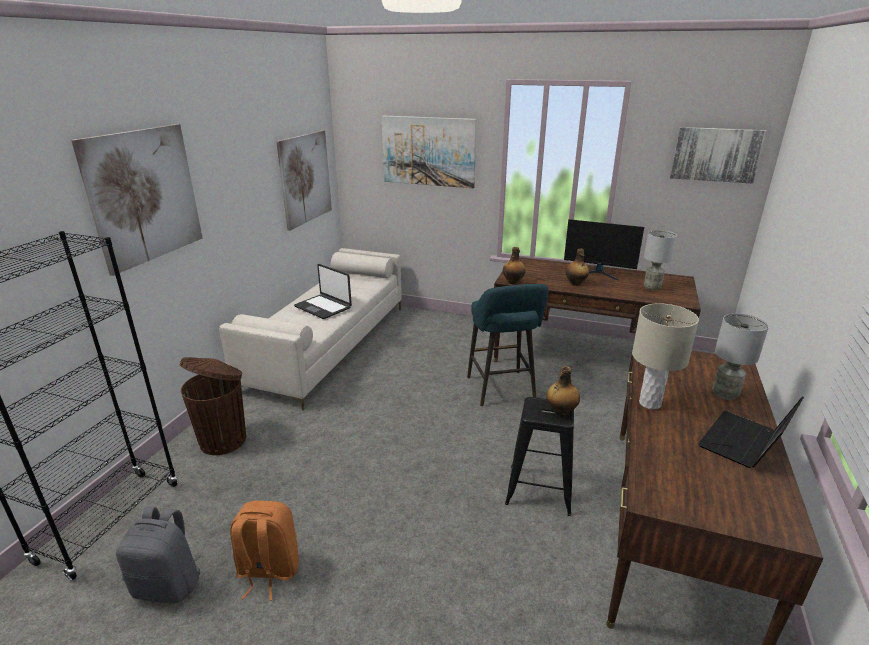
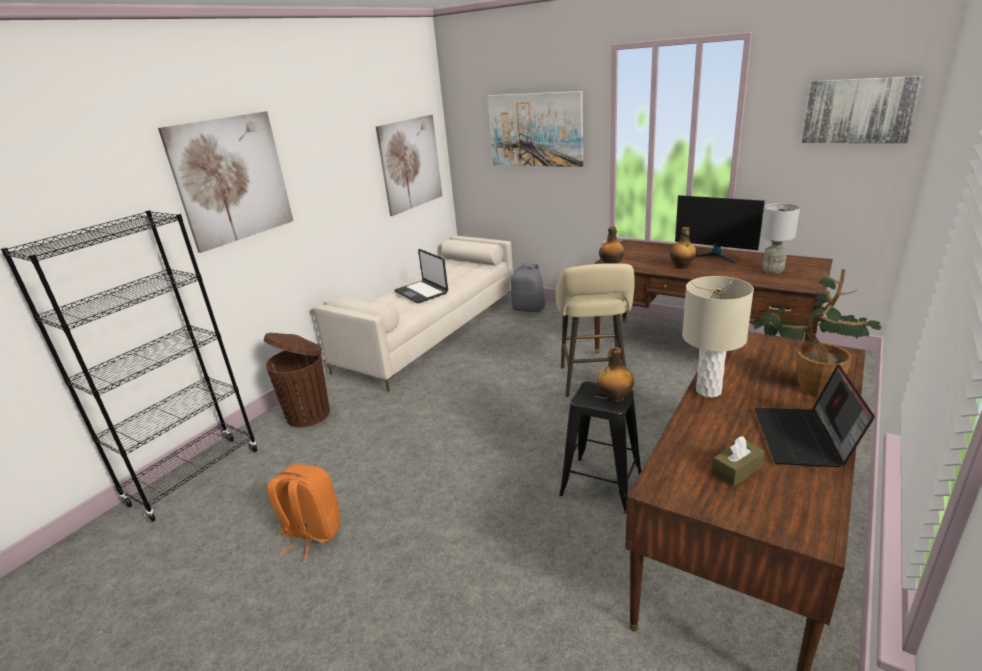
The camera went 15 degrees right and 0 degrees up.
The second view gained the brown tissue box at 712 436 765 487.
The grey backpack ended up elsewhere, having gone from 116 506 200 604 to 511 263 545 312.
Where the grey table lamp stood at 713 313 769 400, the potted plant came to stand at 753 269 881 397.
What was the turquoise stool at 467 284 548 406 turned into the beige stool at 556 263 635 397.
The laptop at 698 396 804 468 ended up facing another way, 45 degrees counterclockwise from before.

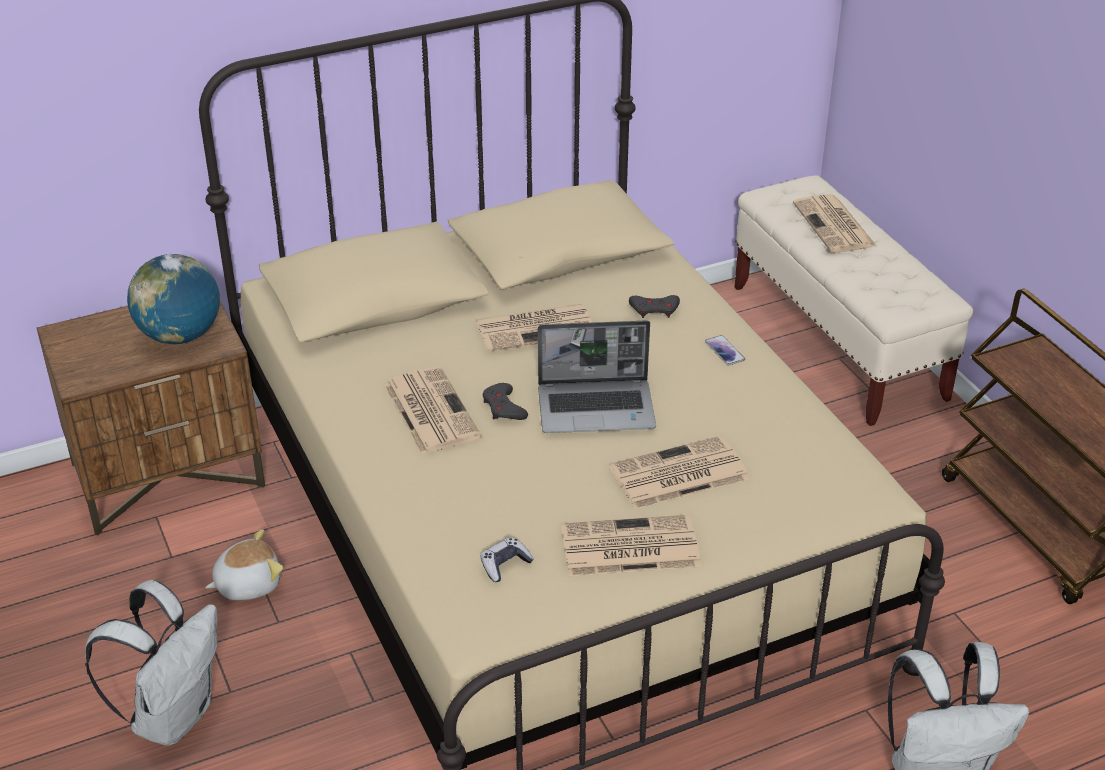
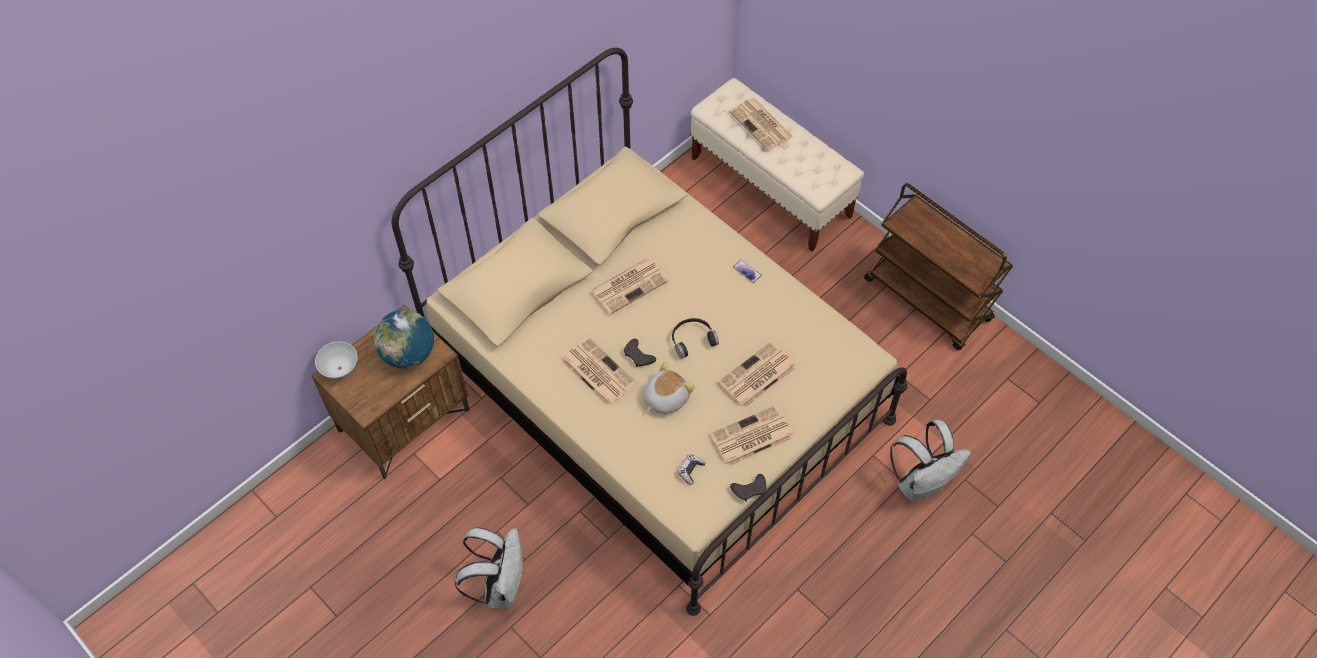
The camera went 20 degrees left and 20 degrees up.
The second view gained the white bowl at 315 342 357 379.
The plush toy ended up elsewhere, having gone from 205 529 283 600 to 644 362 695 414.
The grey game controller ended up elsewhere, having gone from 629 295 680 318 to 730 474 766 502.
Where the laptop stood at 538 320 656 433, the black headphones came to stand at 672 318 719 359.

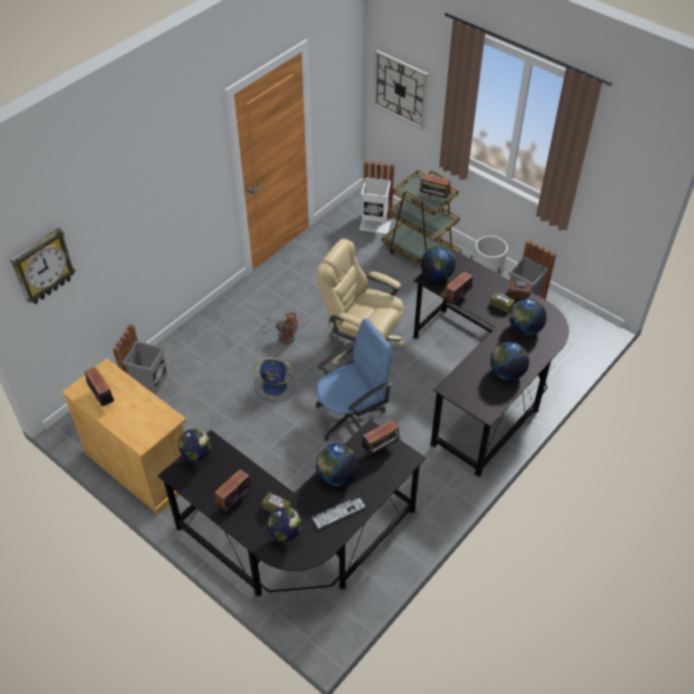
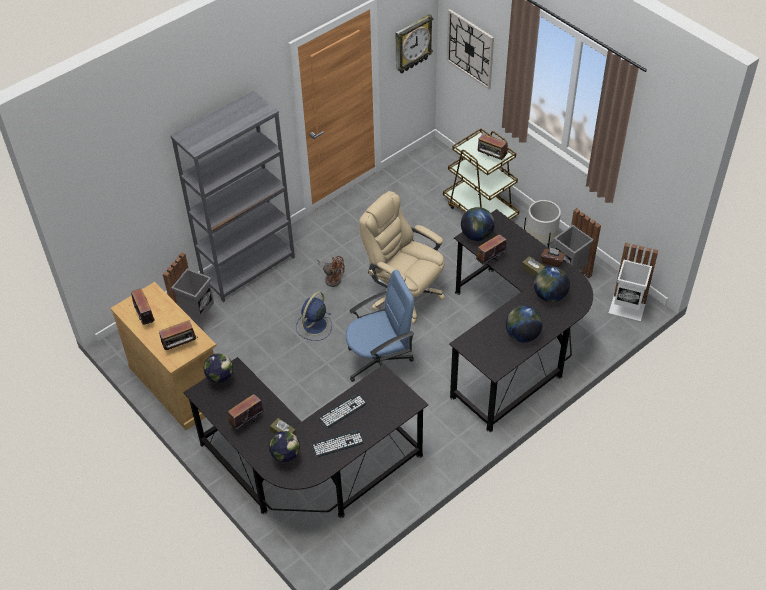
The camera went 10 degrees right and 0 degrees up.
The second view gained the grey bookcase at 170 91 295 302.
The wall clock ended up elsewhere, having gone from 10 228 76 304 to 396 14 434 74.
The white trash can ended up elsewhere, having gone from 359 160 394 234 to 609 242 658 321.
The radio ended up elsewhere, having gone from 362 419 401 455 to 159 320 198 350.
Where the globe stood at 316 444 358 486, the keyboard came to stand at 318 394 367 428.
The blue fan at 253 357 295 402 ended up facing another way, 105 degrees clockwise from before.

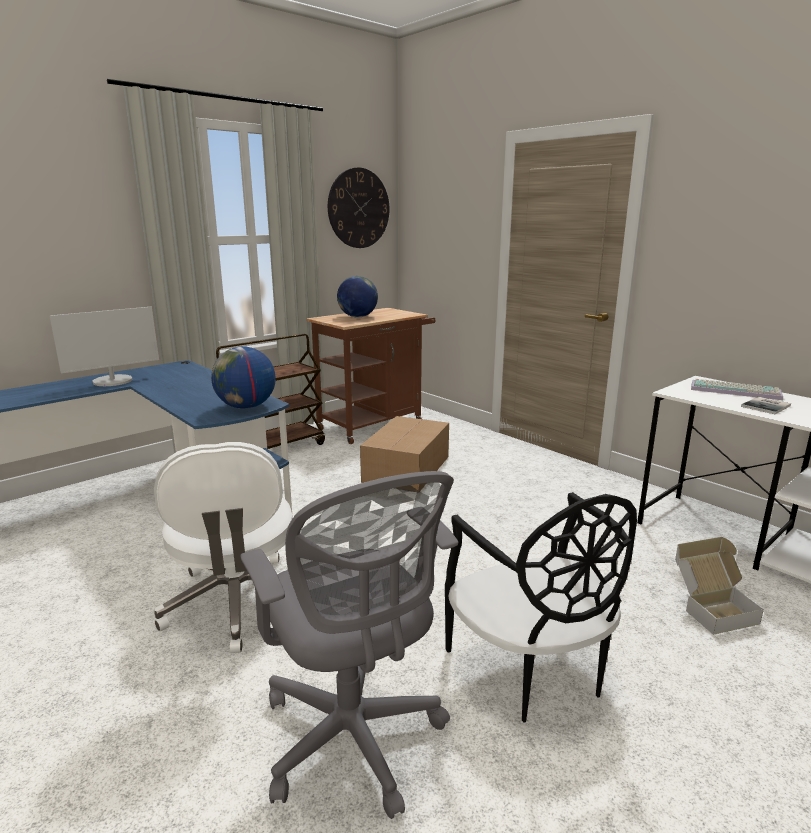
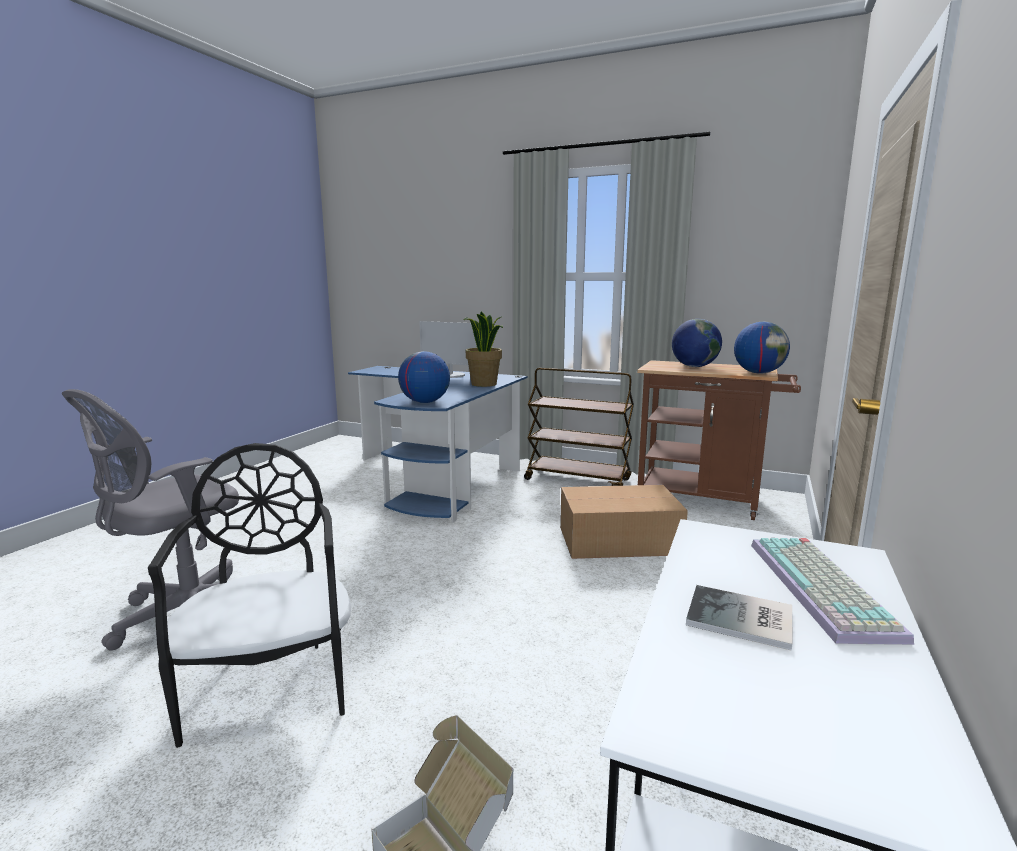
The camera went 65 degrees right and 5 degrees down.
The second view lost the white office chair at 154 442 293 653.
The second view lost the wall clock at 328 167 389 248.
The second view gained the potted plant at 463 311 503 387.
The second view gained the globe at 734 322 790 374.
The black chair at 445 492 637 723 ended up facing another way, 120 degrees clockwise from before.

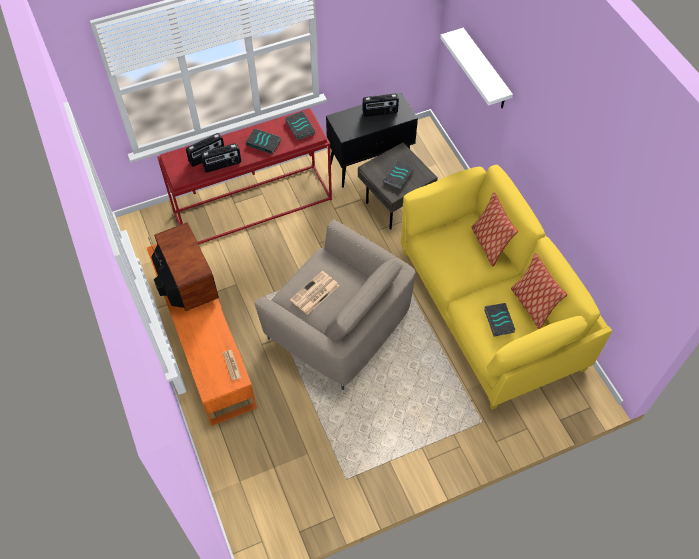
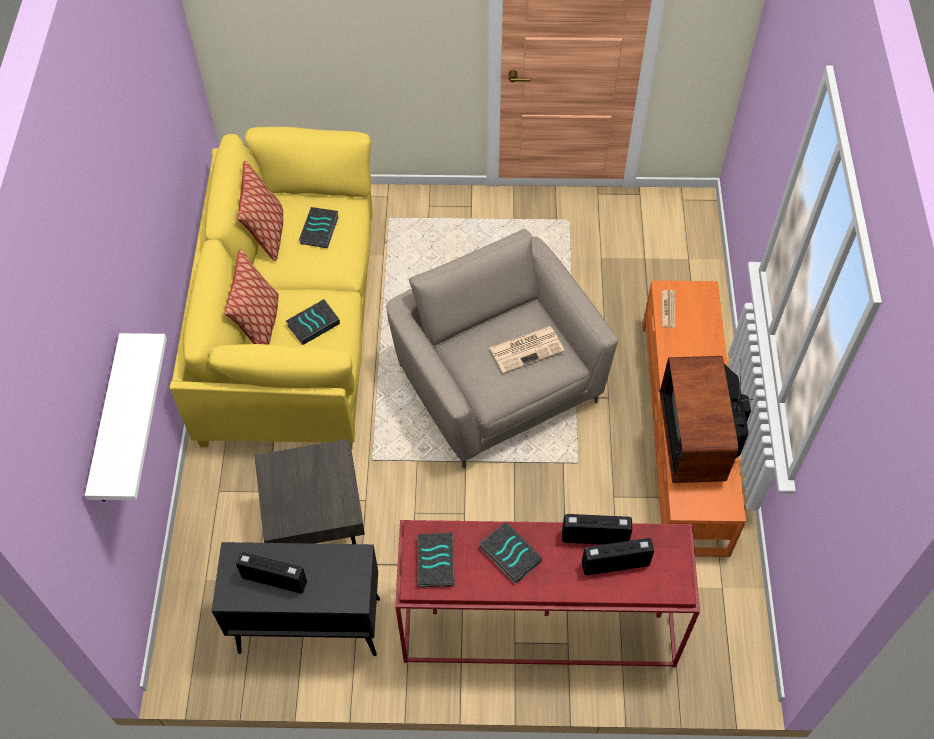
The camera went 155 degrees left and 0 degrees up.
The book ended up elsewhere, having gone from 384 160 414 190 to 286 299 340 345.

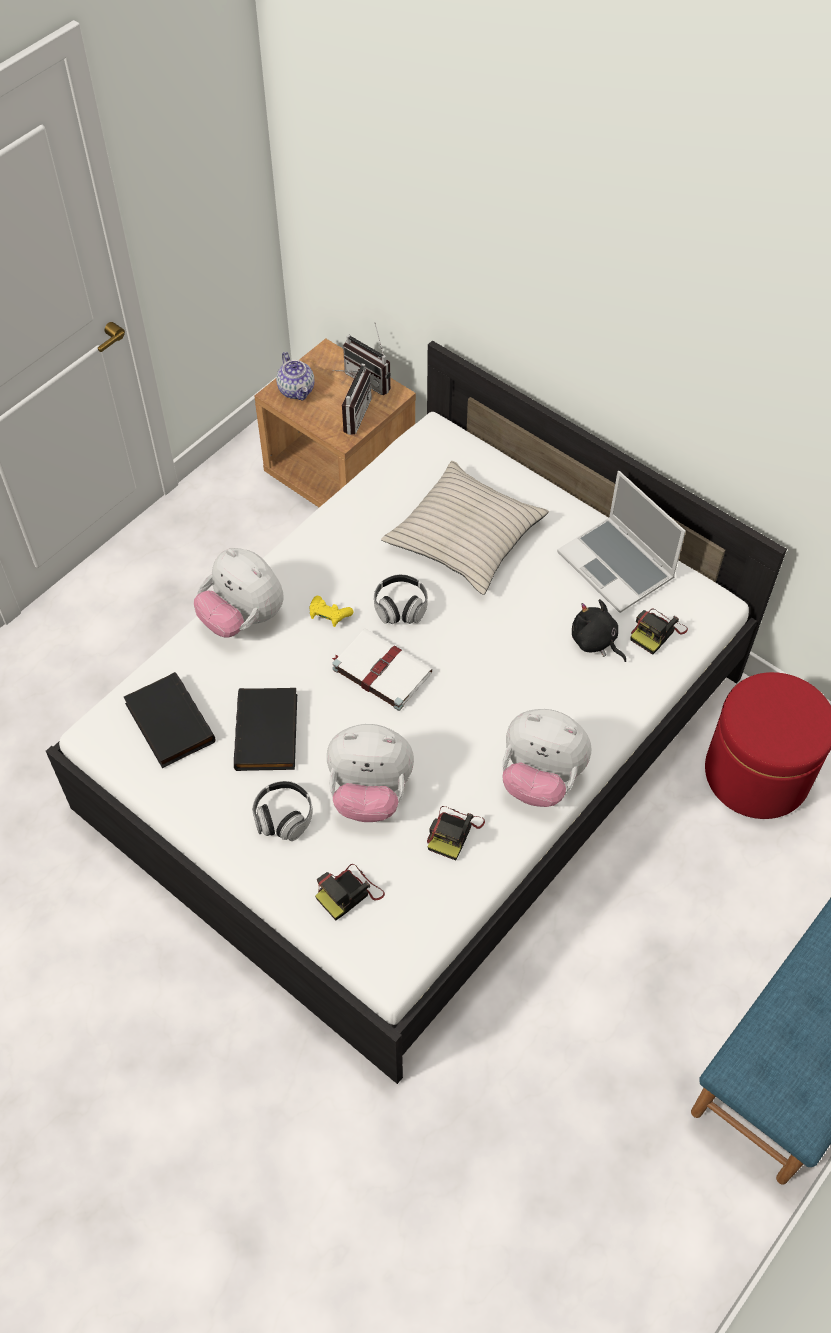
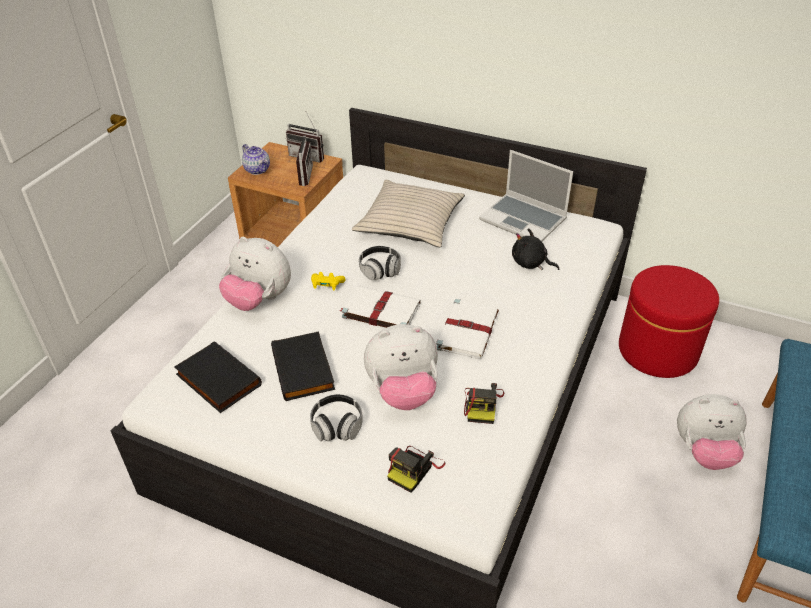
The camera went 15 degrees left and 15 degrees down.
The second view lost the photo camera at 631 608 688 655.
The second view gained the white book at 436 299 499 359.
The plush toy ended up elsewhere, having gone from 502 709 591 807 to 677 394 747 470.

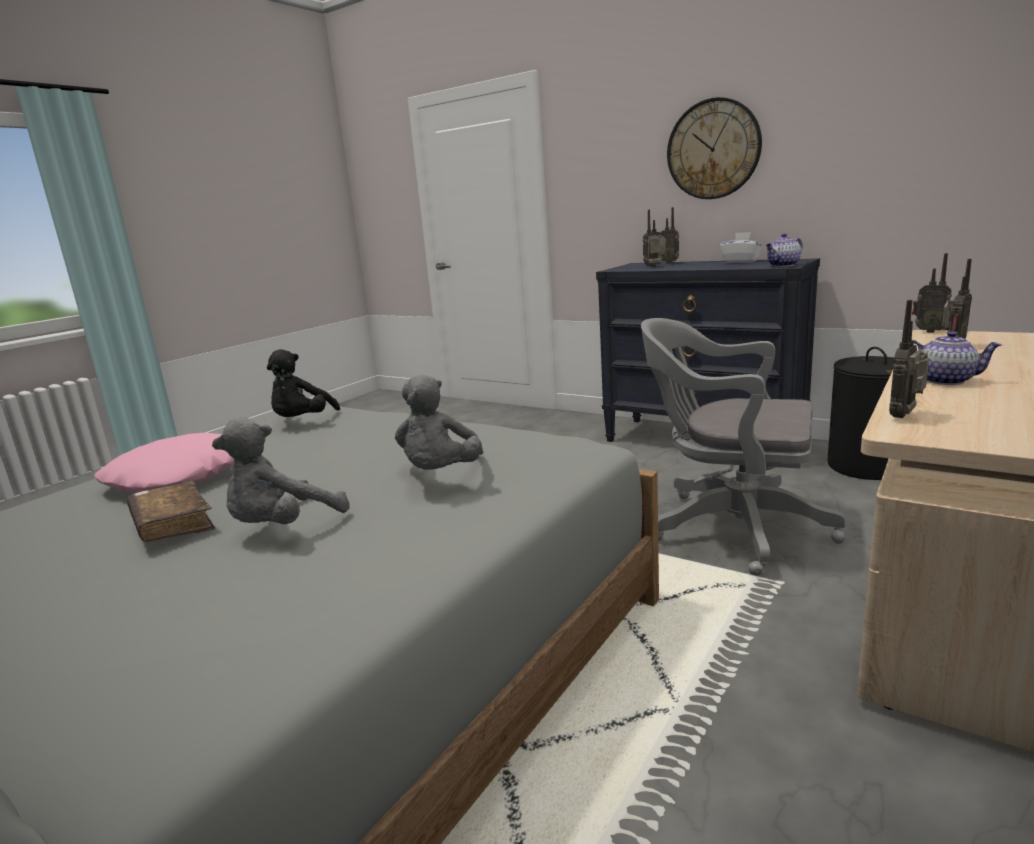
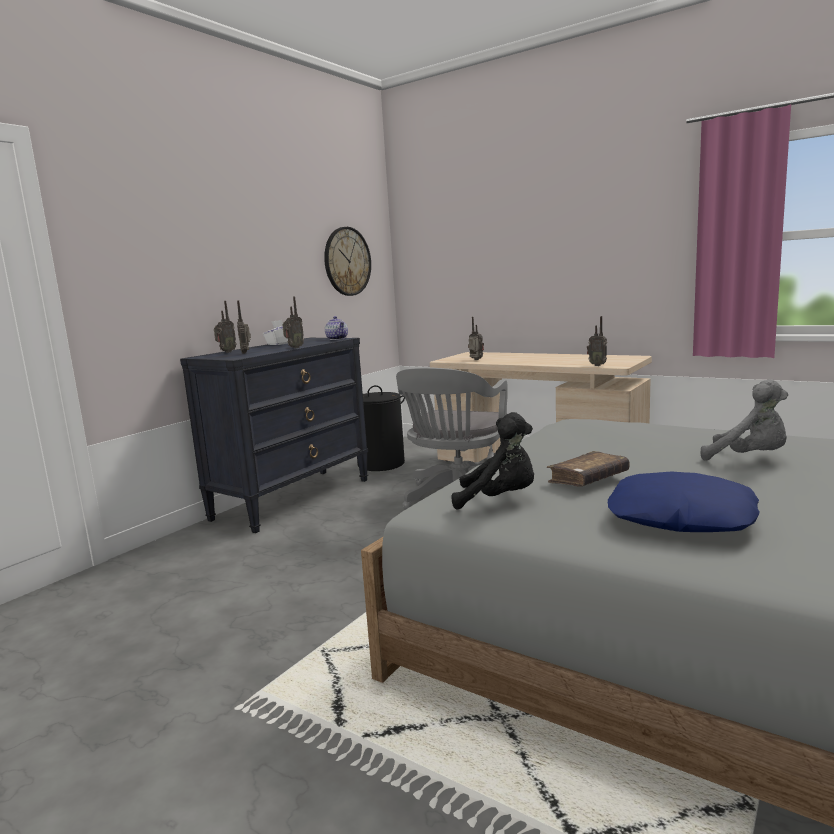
The camera went 90 degrees left and 5 degrees down.
The second view lost the grey plush toy at 395 374 483 470.
The second view lost the teapot at 914 331 1002 385.
The brown book ended up elsewhere, having gone from 127 481 215 542 to 547 451 630 487.
The wall clock ended up elsewhere, having gone from 667 97 762 199 to 324 227 371 296.
The radio ended up elsewhere, having gone from 912 253 952 333 to 282 296 304 348.
What was the pink pillow at 94 433 235 493 turned into the blue pillow at 608 471 760 532.

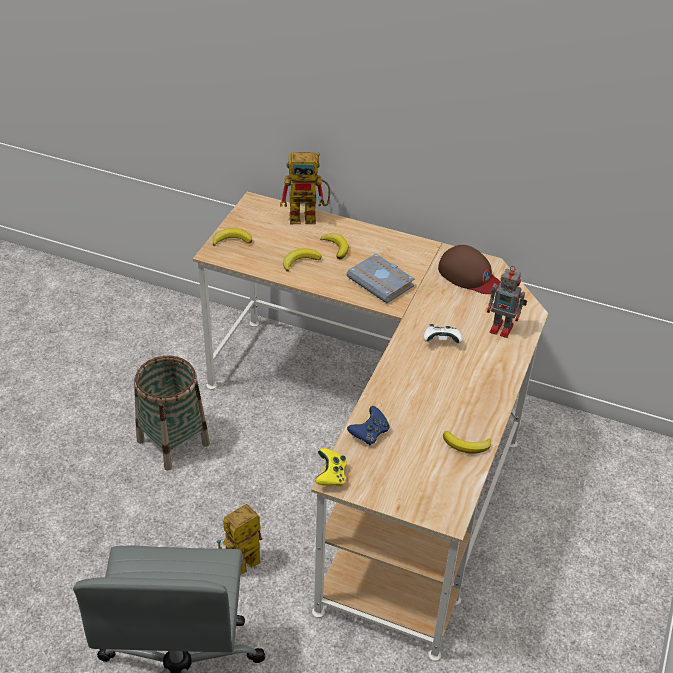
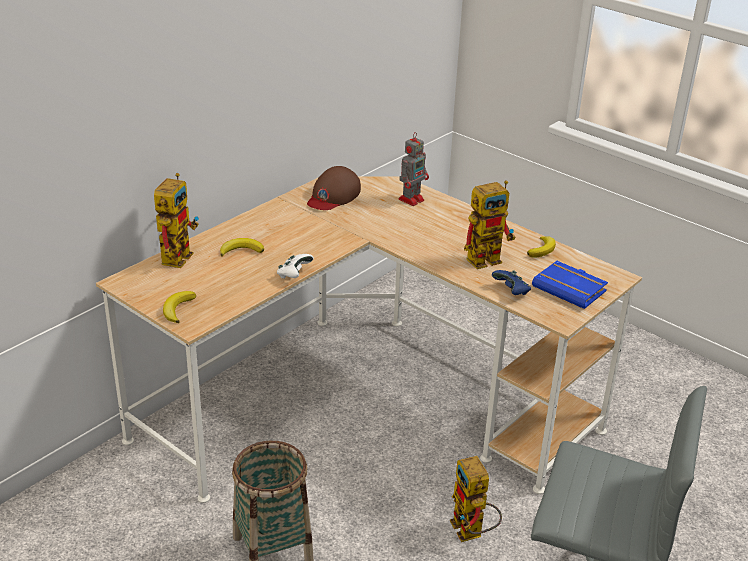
The camera went 70 degrees left and 10 degrees down.
The second view lost the banana at 283 248 322 272.
The second view lost the yellow game controller at 315 448 347 487.
The second view lost the grey book at 346 253 415 303.
The second view gained the toy robot at 464 180 515 269.
The second view gained the blue book at 532 261 608 309.
The white game controller ended up elsewhere, having gone from 423 324 462 344 to 277 254 314 279.
The brown cap at 438 245 501 294 ended up facing another way, 150 degrees clockwise from before.

